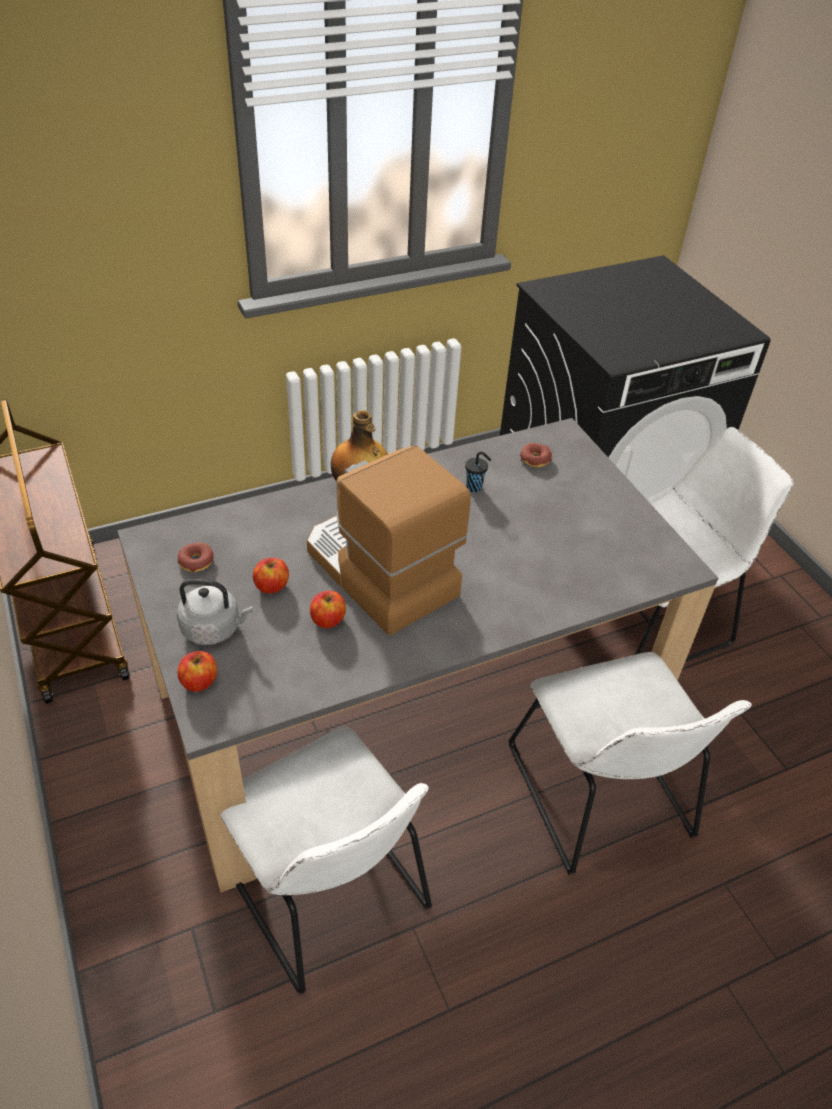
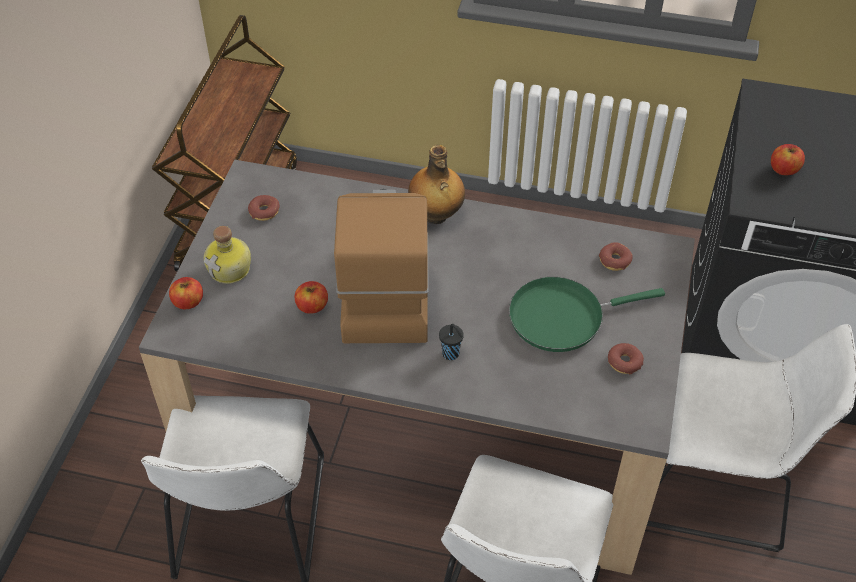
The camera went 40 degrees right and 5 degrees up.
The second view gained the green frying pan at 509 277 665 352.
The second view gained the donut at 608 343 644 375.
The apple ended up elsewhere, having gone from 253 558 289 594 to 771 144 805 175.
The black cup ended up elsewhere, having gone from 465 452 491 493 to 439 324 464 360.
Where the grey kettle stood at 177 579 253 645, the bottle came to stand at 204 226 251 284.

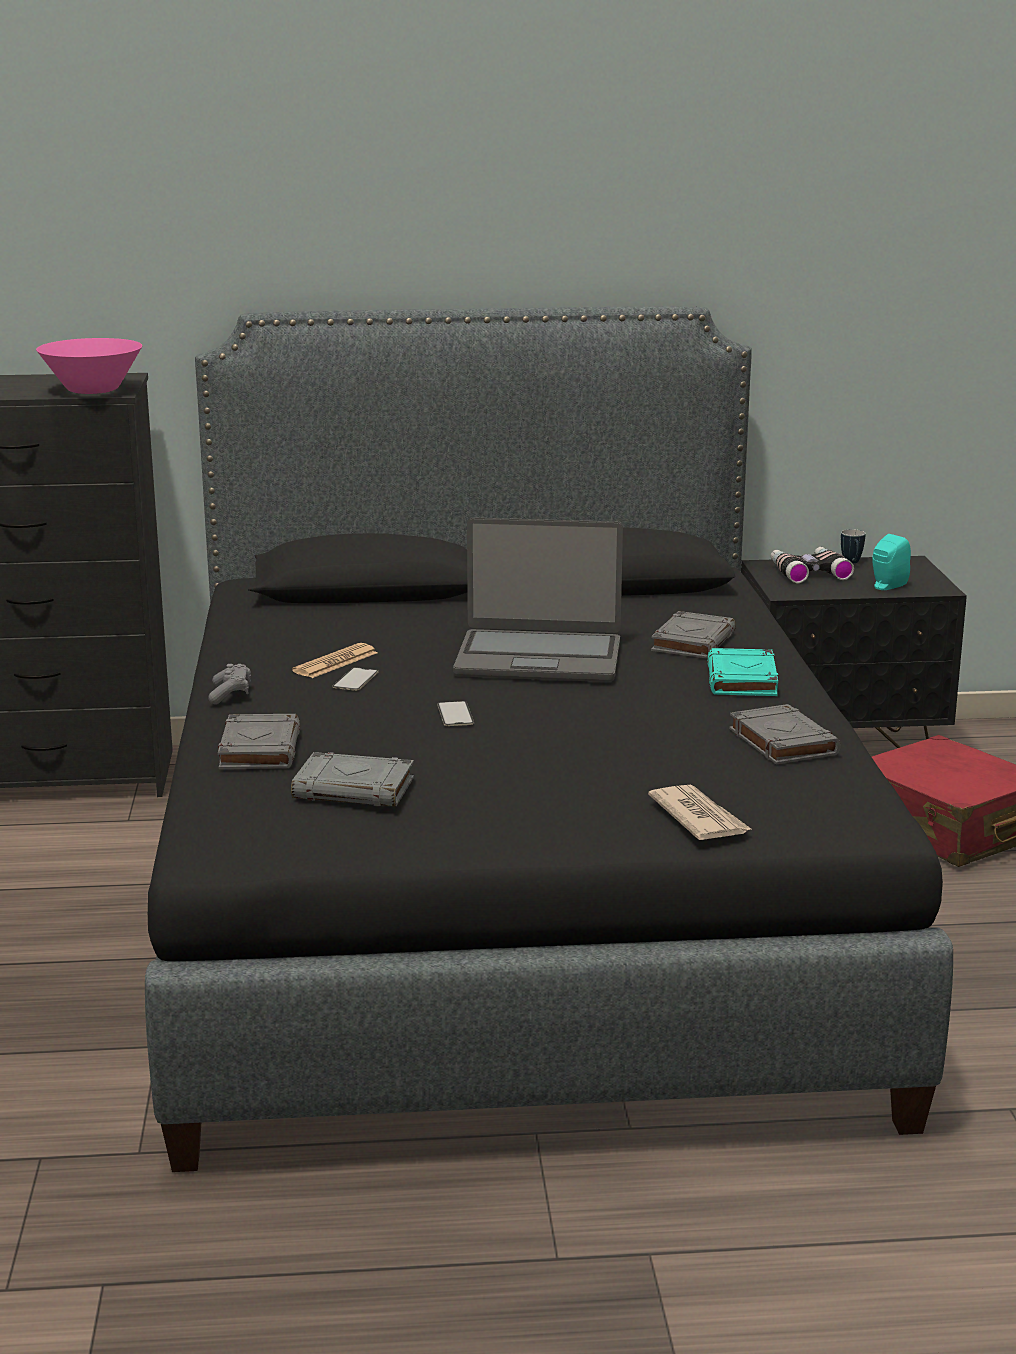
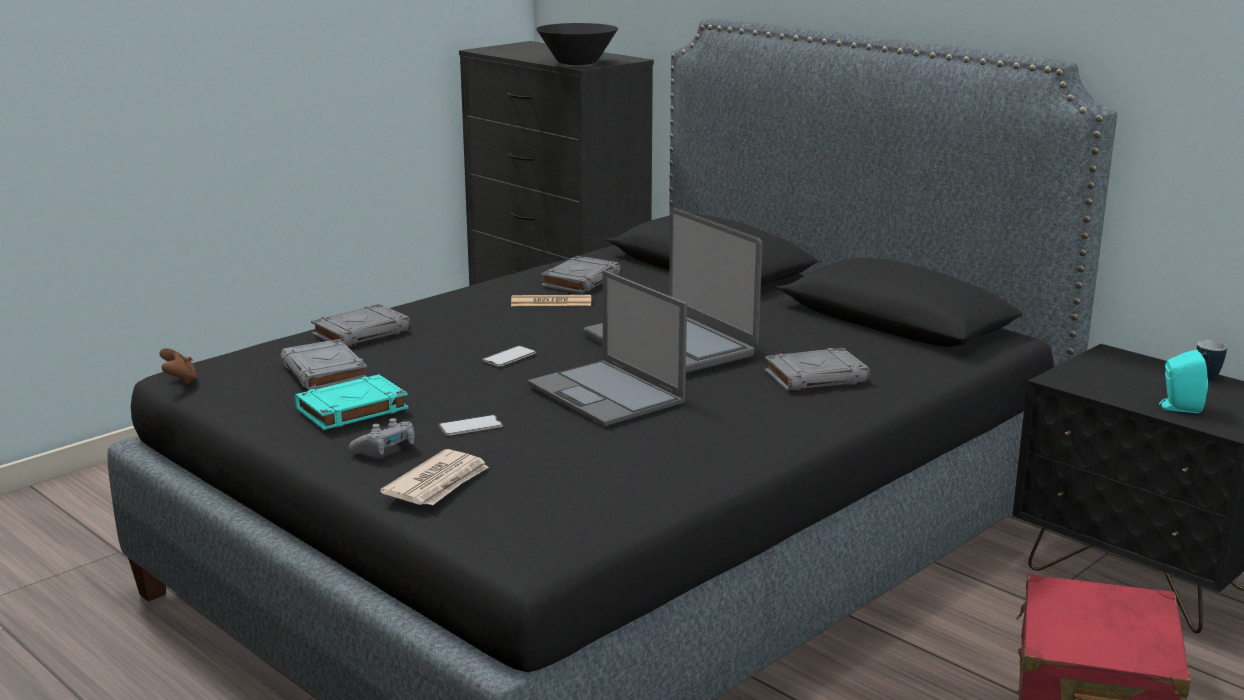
The camera went 50 degrees right and 0 degrees up.
The second view lost the binoculars at 771 547 854 583.
The second view gained the brown game controller at 159 348 197 385.
The second view gained the laptop at 527 270 687 426.
The grey game controller ended up elsewhere, having gone from 208 664 251 704 to 349 418 415 455.
The phone ended up elsewhere, having gone from 332 667 378 691 to 439 415 503 436.
The turquoise book ended up elsewhere, having gone from 707 648 779 696 to 295 374 408 430.
The grey book ended up elsewhere, having gone from 729 704 841 765 to 541 256 621 294.
What was the pink bowl at 36 338 142 394 turned into the black bowl at 536 23 618 65.

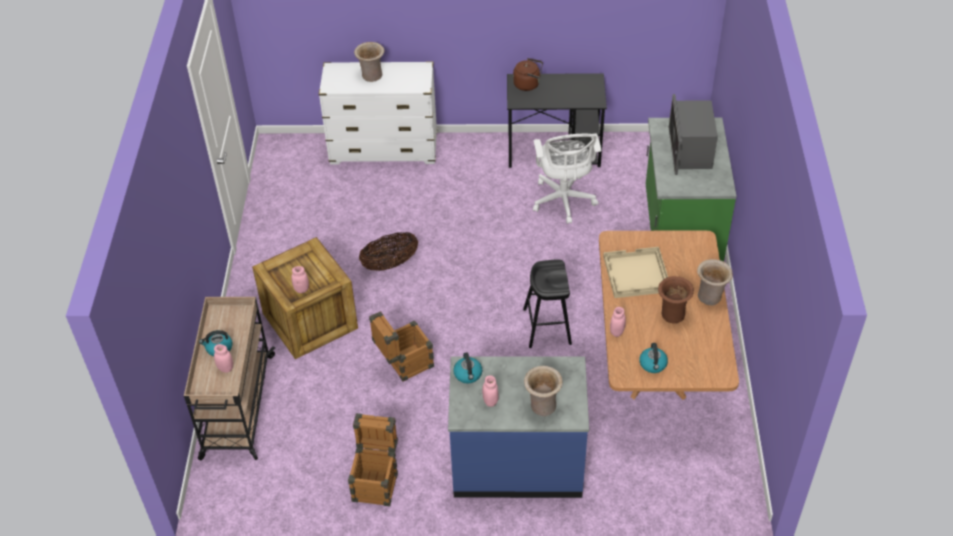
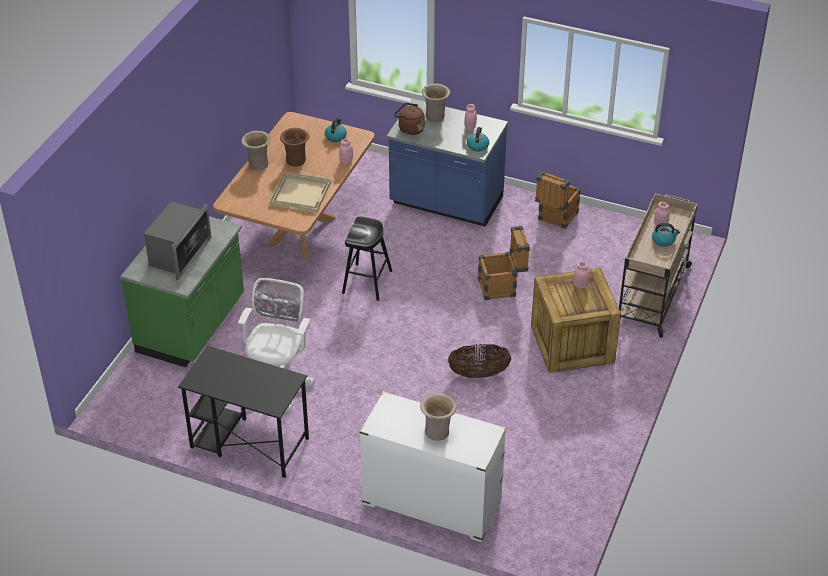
The camera went 160 degrees left and 5 degrees down.
The brown kettle ended up elsewhere, having gone from 513 58 543 91 to 394 103 425 135.

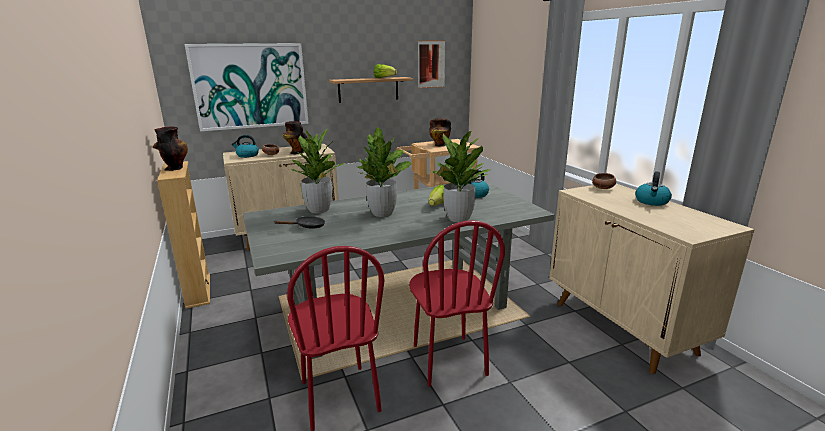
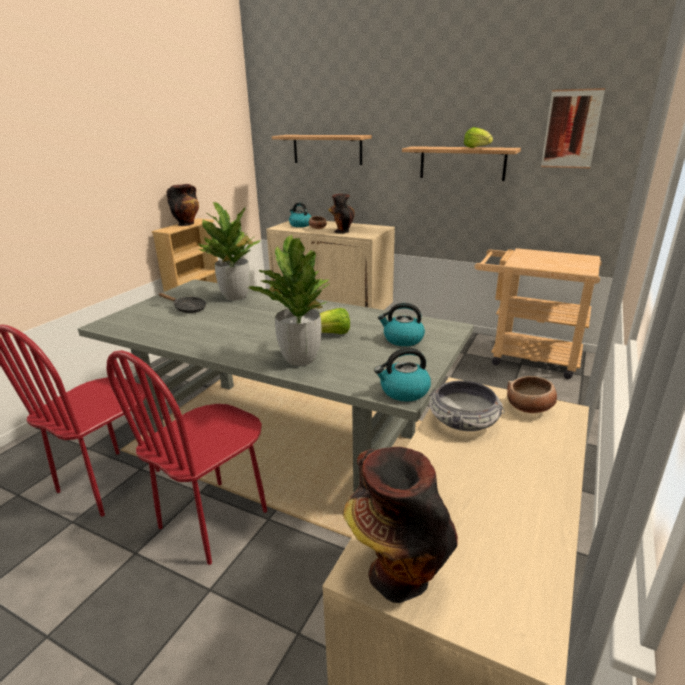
The camera went 50 degrees right and 5 degrees up.
The second view lost the potted plant at 358 127 412 217.
The second view gained the bowl at 429 380 504 431.
The vase ended up elsewhere, having gone from 430 118 451 147 to 343 447 458 603.
The kettle ended up elsewhere, having gone from 635 172 672 206 to 374 348 431 402.
Where the picture hung at 185 43 309 131, the shelf came to hang at 272 135 372 165.

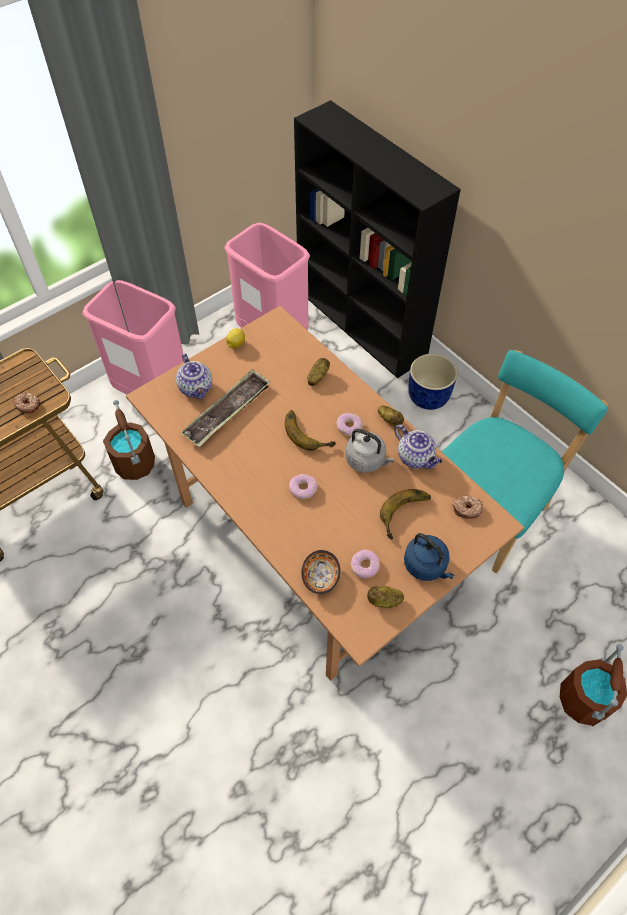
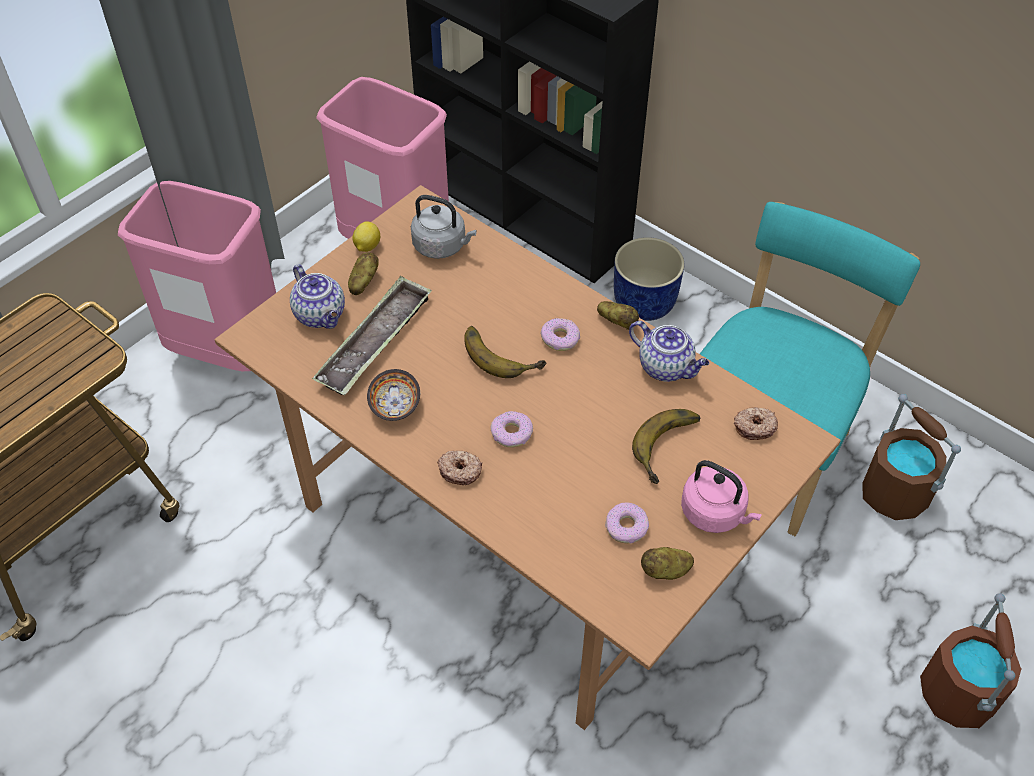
The camera went 10 degrees left and 5 degrees down.
The donut ended up elsewhere, having gone from 13 393 40 414 to 437 451 482 485.
The brown bucket ended up elsewhere, having gone from 103 400 155 480 to 862 394 961 520.
The bowl ended up elsewhere, having gone from 301 550 341 594 to 367 369 420 421.
The potato ended up elsewhere, having gone from 308 358 330 386 to 348 252 379 295.
The grey kettle ended up elsewhere, having gone from 346 429 395 473 to 411 195 477 259.
What was the blue kettle at 404 533 454 581 turned into the pink kettle at 681 460 762 533.

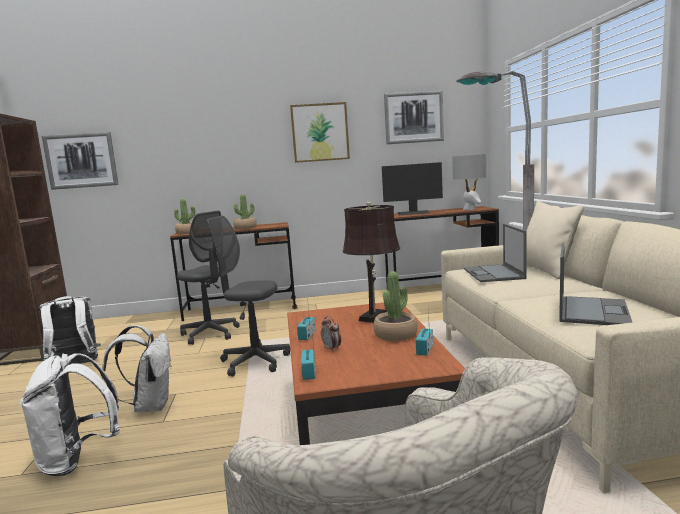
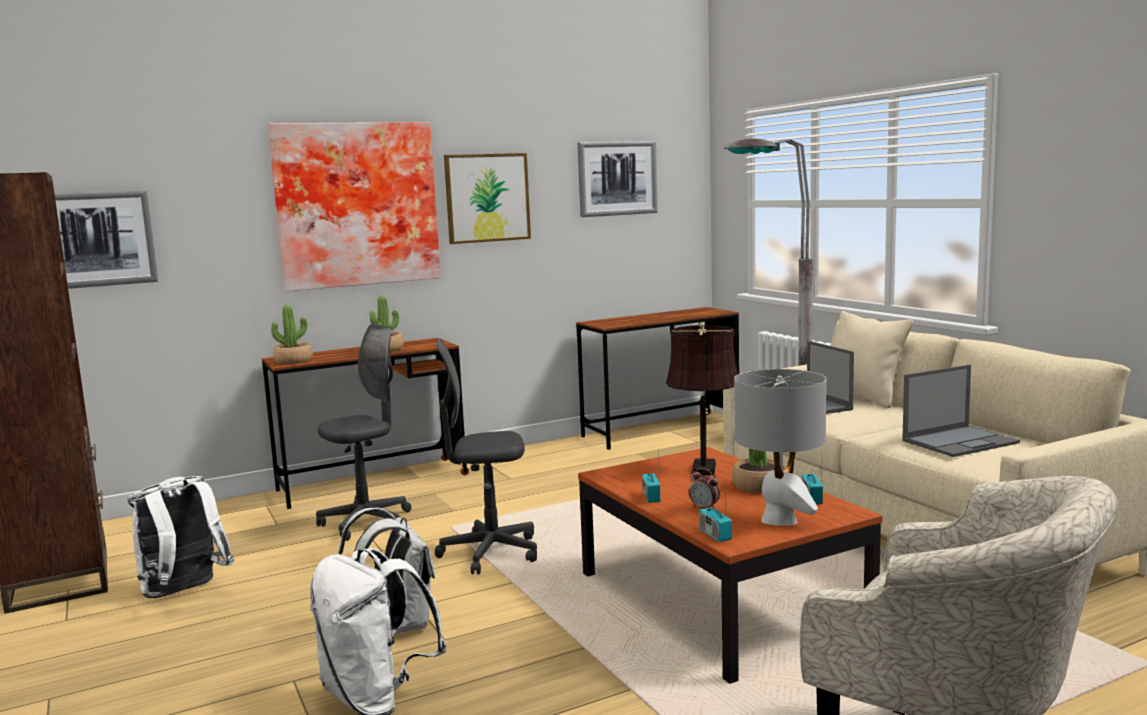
The camera went 20 degrees left and 0 degrees up.
The second view lost the monitor at 382 162 443 215.
The second view gained the picture at 268 122 441 291.
The grey table lamp ended up elsewhere, having gone from 452 154 486 210 to 734 369 826 526.
The grey office chair at 177 211 240 345 ended up facing another way, 60 degrees counterclockwise from before.
The laptop at 559 242 632 325 ended up facing another way, 60 degrees clockwise from before.

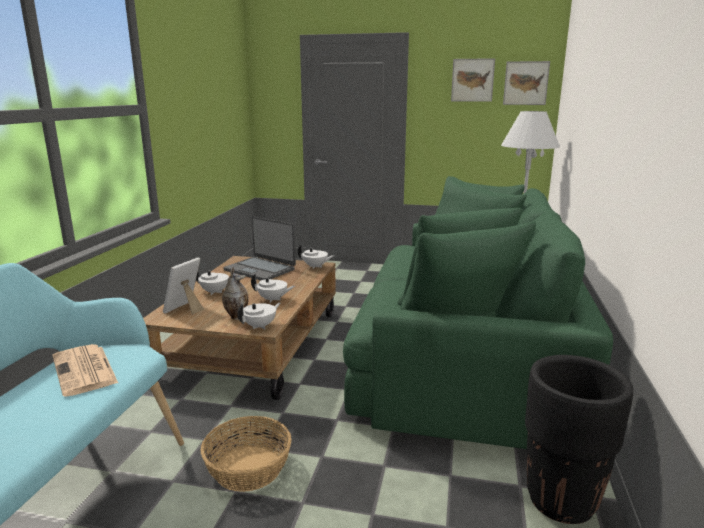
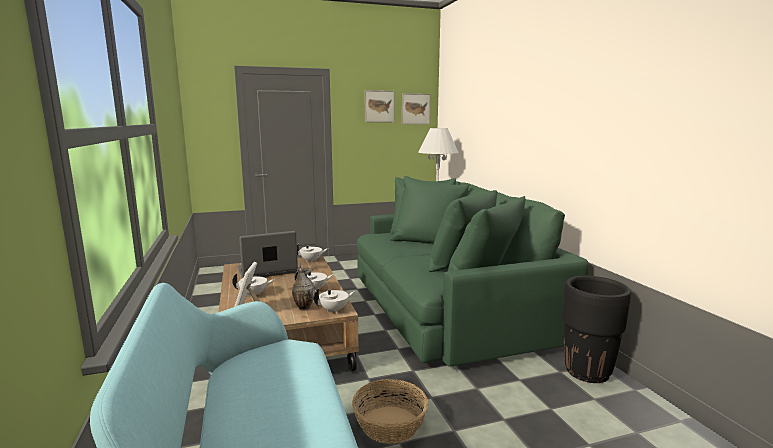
The camera went 30 degrees left and 5 degrees down.
The second view lost the newspaper at 53 344 118 397.
The laptop at 223 216 296 280 ended up facing another way, 150 degrees clockwise from before.
The white teapot at 237 303 280 330 ended up facing another way, 45 degrees clockwise from before.

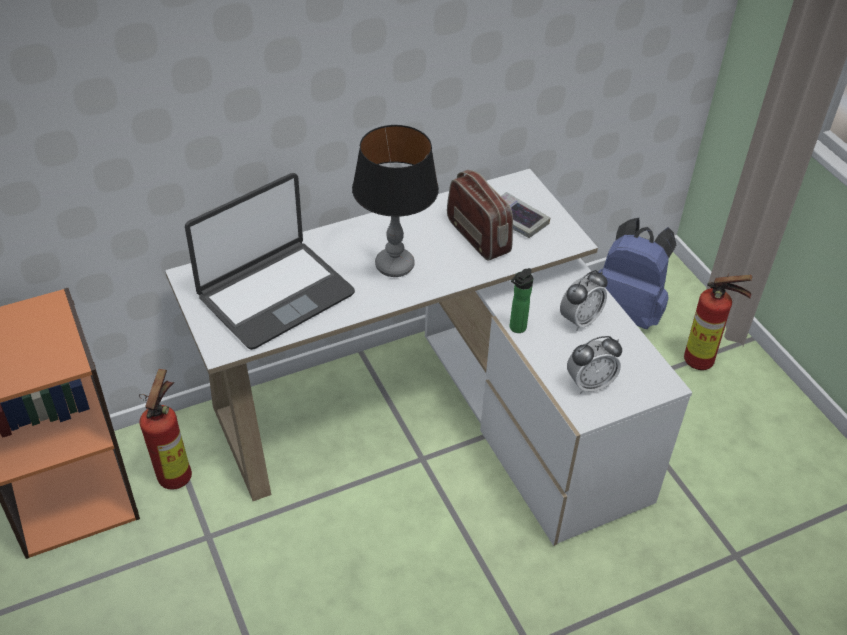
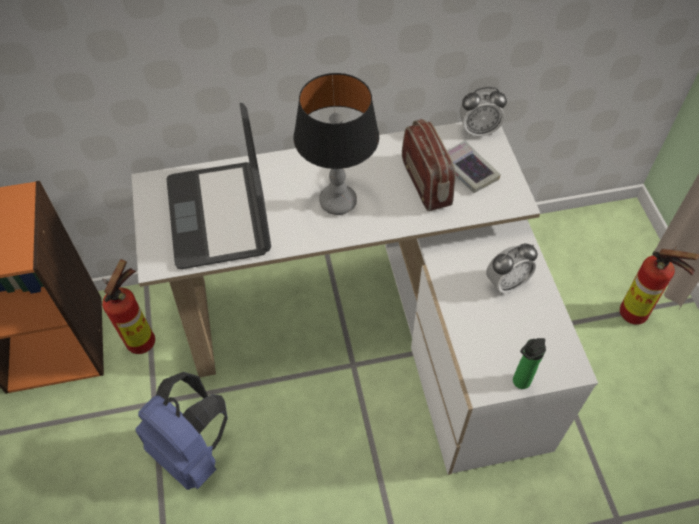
The camera went 15 degrees right and 10 degrees up.
The bottle ended up elsewhere, having gone from 510 268 533 333 to 513 338 546 389.
The alarm clock ended up elsewhere, having gone from 567 336 622 394 to 460 87 507 137.
The blue backpack ended up elsewhere, having gone from 598 218 676 329 to 135 372 228 490.
The laptop at 185 173 355 350 ended up facing another way, 105 degrees clockwise from before.

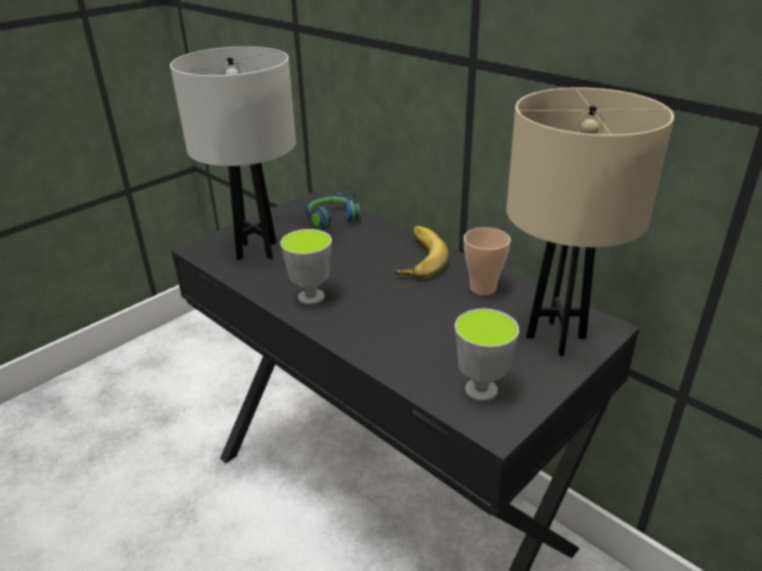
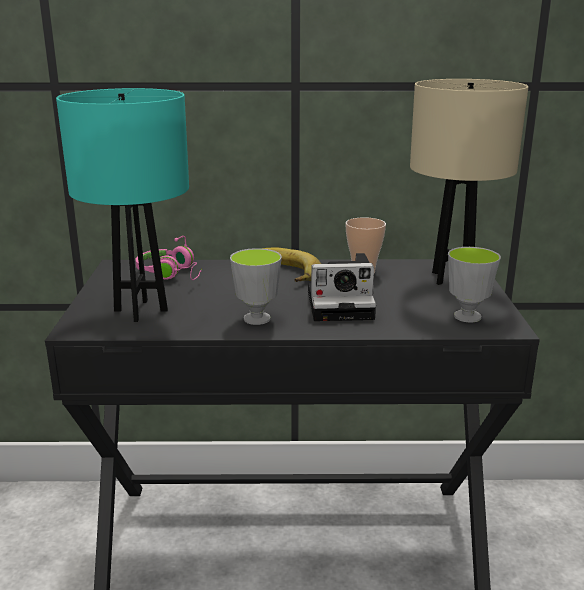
The camera went 45 degrees left and 10 degrees down.
The second view gained the photo camera at 308 253 376 321.
What was the white table lamp at 170 47 296 260 turned into the turquoise table lamp at 56 88 189 322.
What was the blue headphones at 306 192 360 236 turned into the pink headphones at 135 236 202 280.

